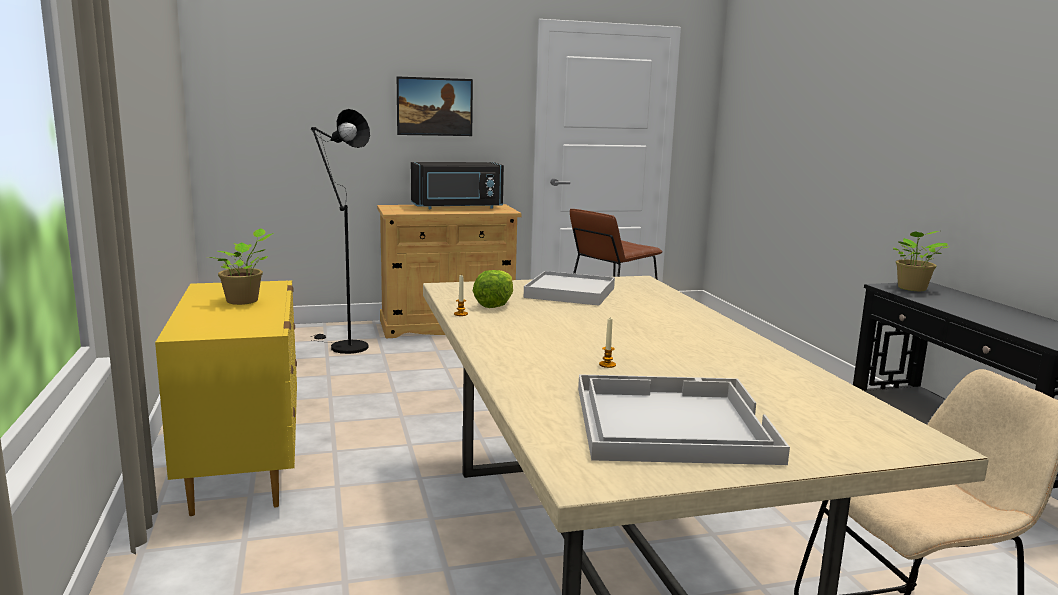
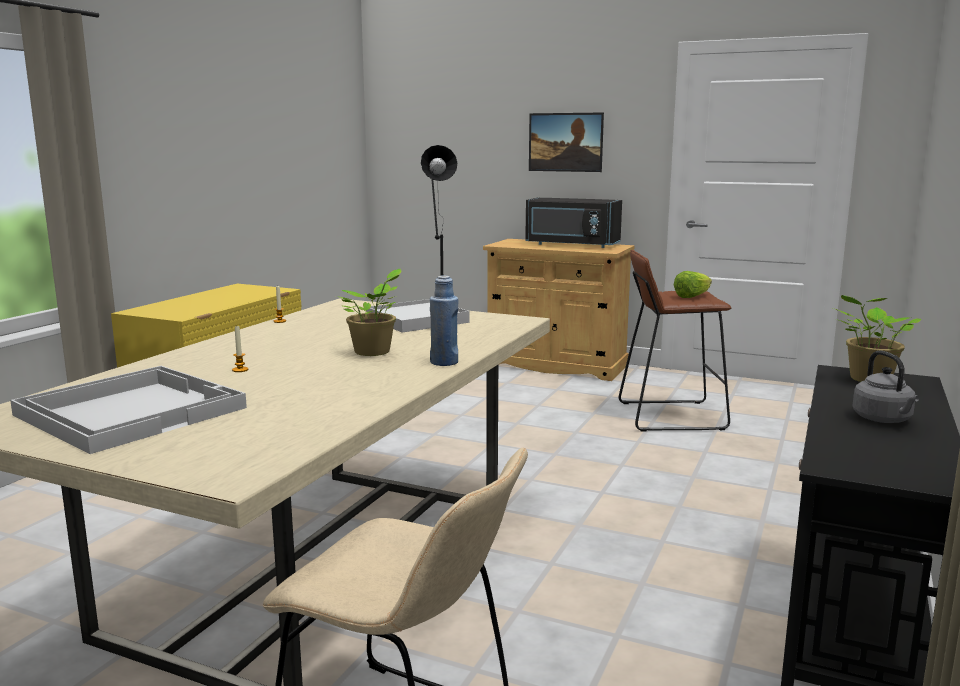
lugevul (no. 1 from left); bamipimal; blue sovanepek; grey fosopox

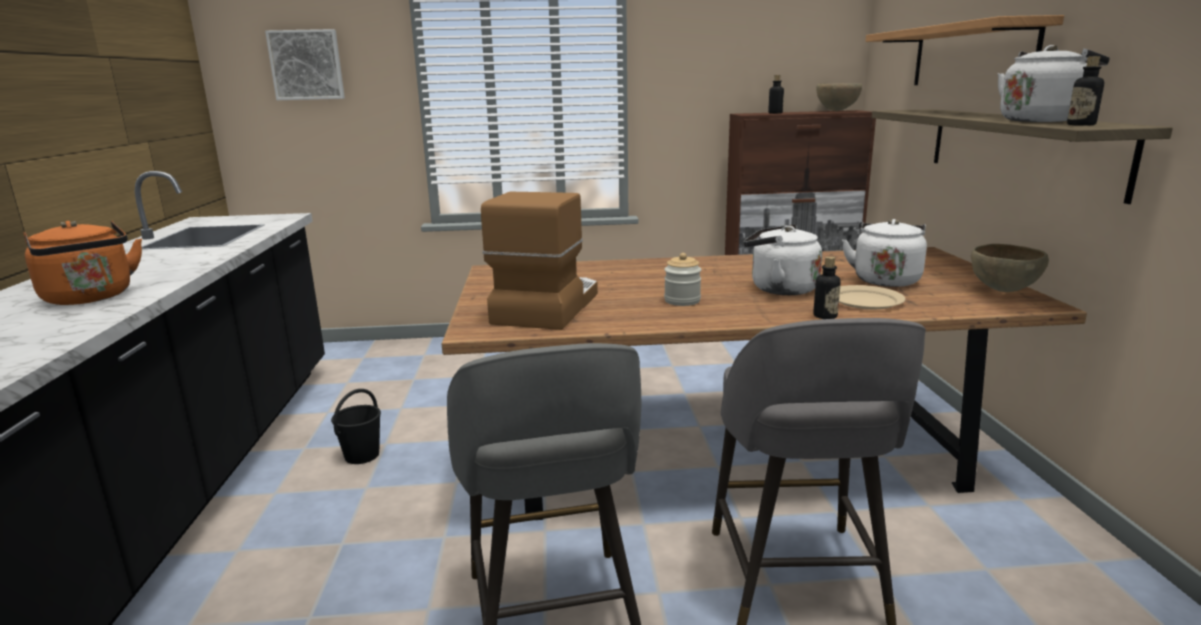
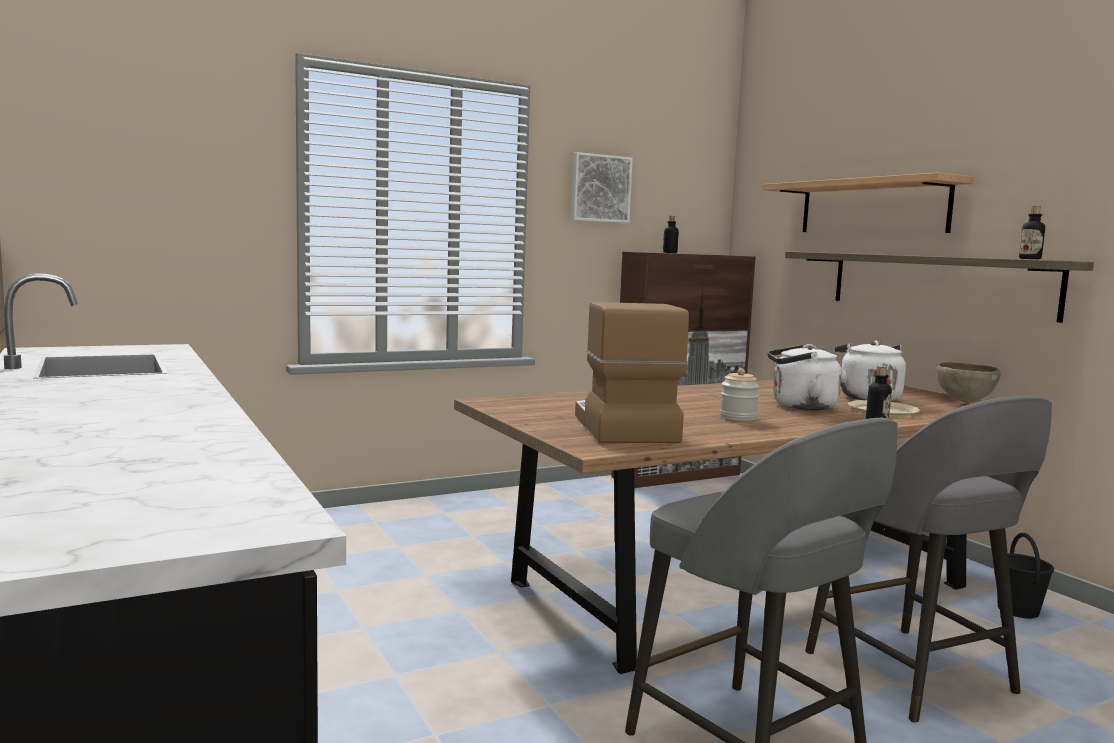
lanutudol; white fosopox (no. 3 from left in the first image); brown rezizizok (no. 1 from left in the first image); orange fosopox; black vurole

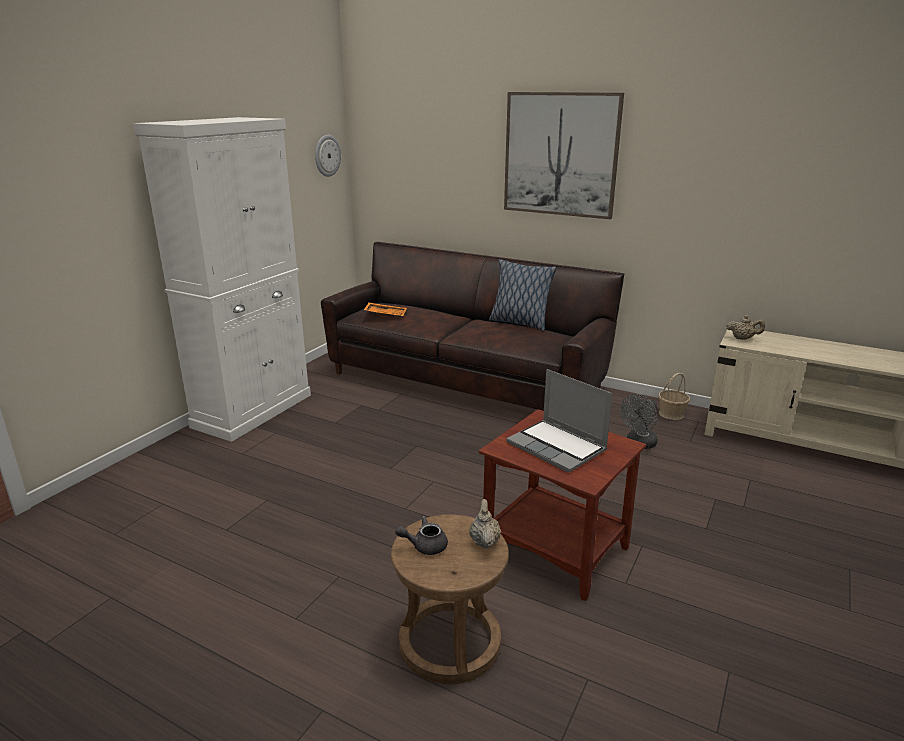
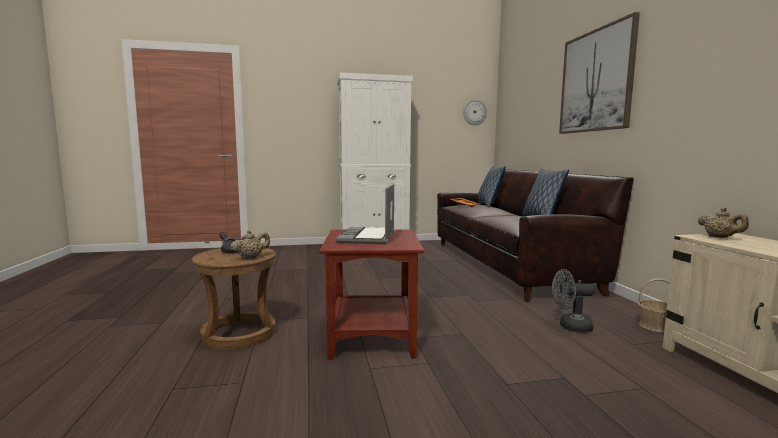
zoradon (no. 1 from left)

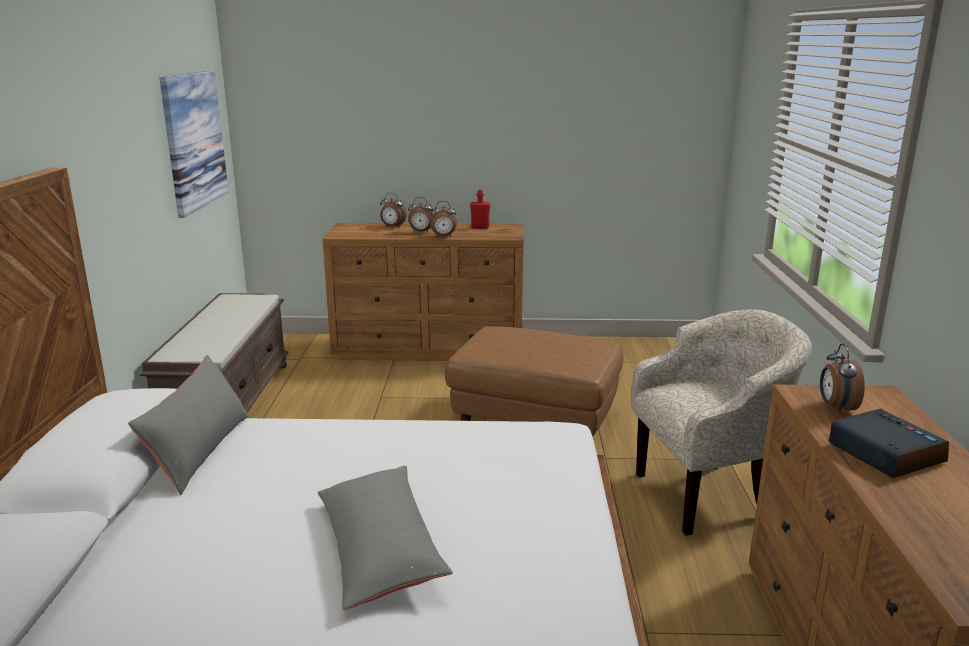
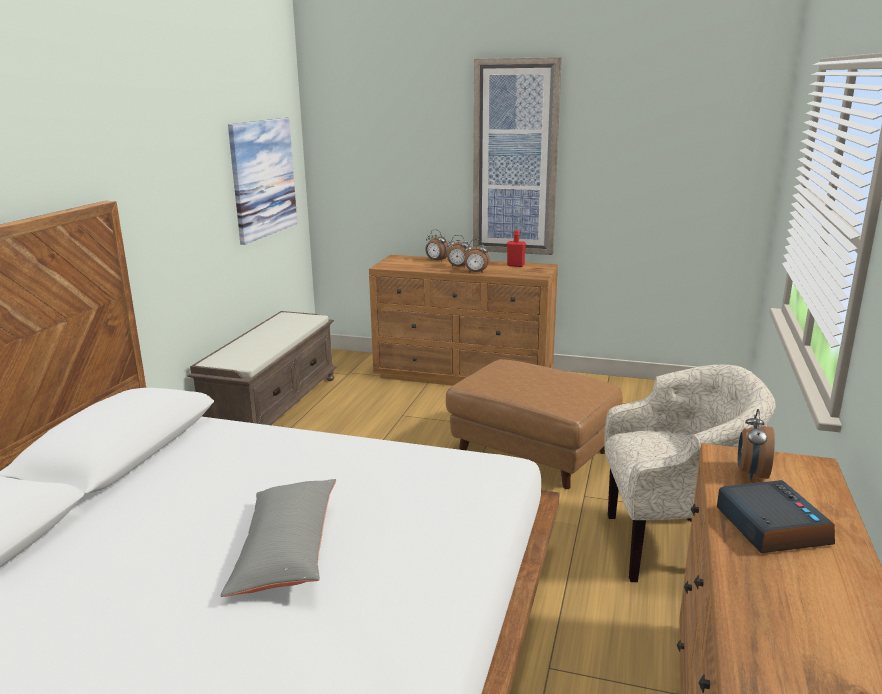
grey zoradon (no. 1 from left in the first image); lanutudol (no. 2 from left)

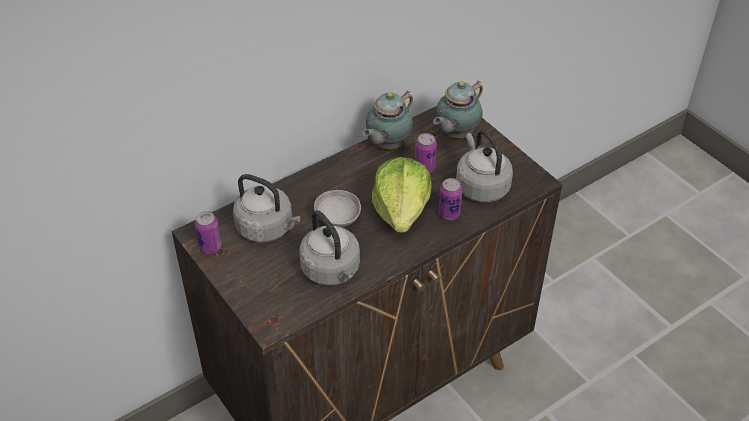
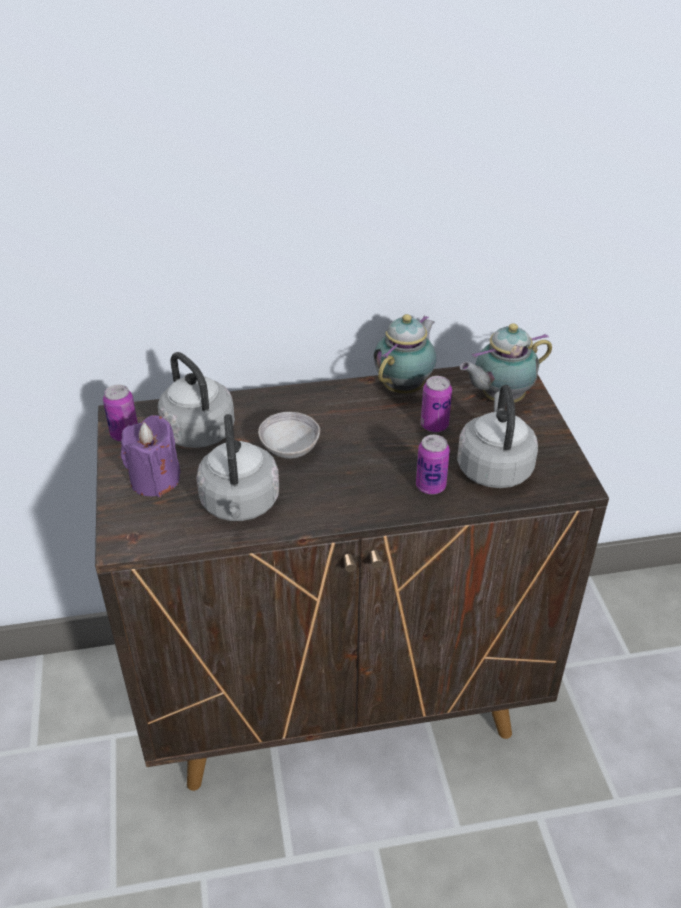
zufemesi (no. 1 from left); bamipimal; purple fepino

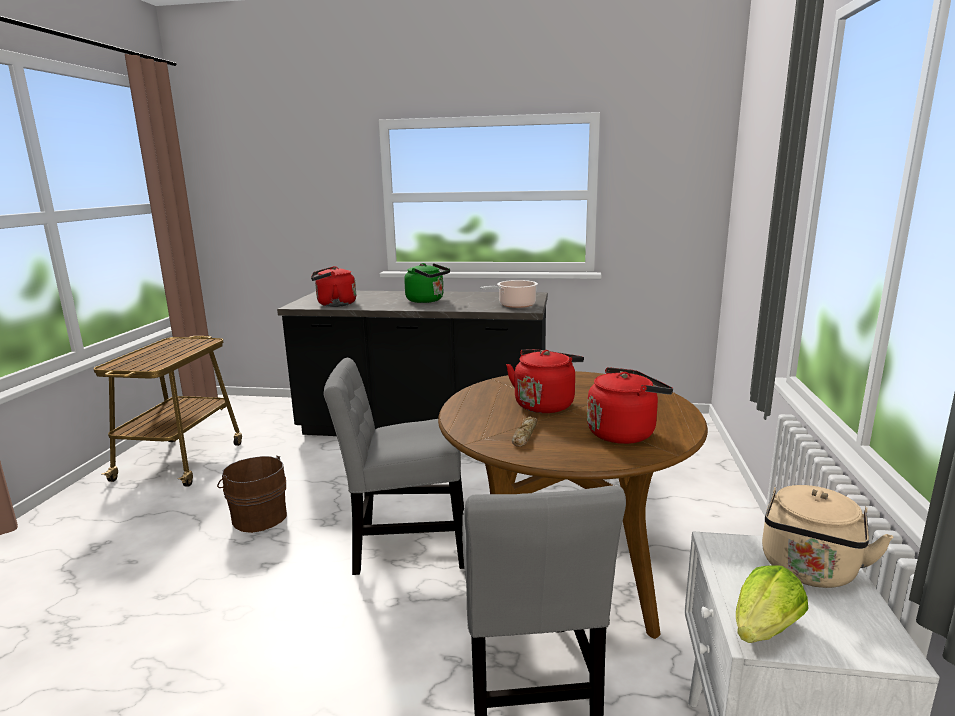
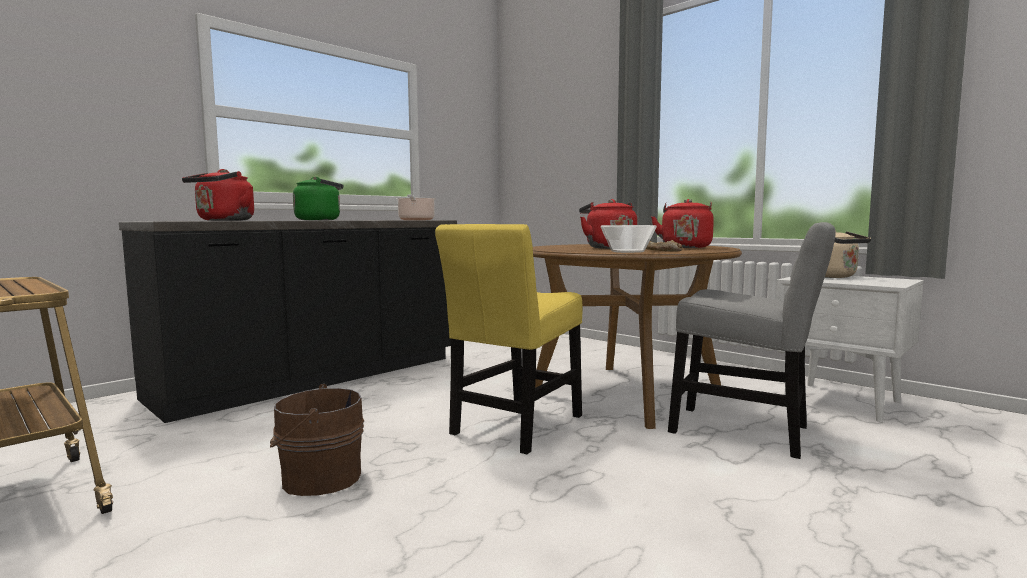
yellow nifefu; bamipimal; rezizizok

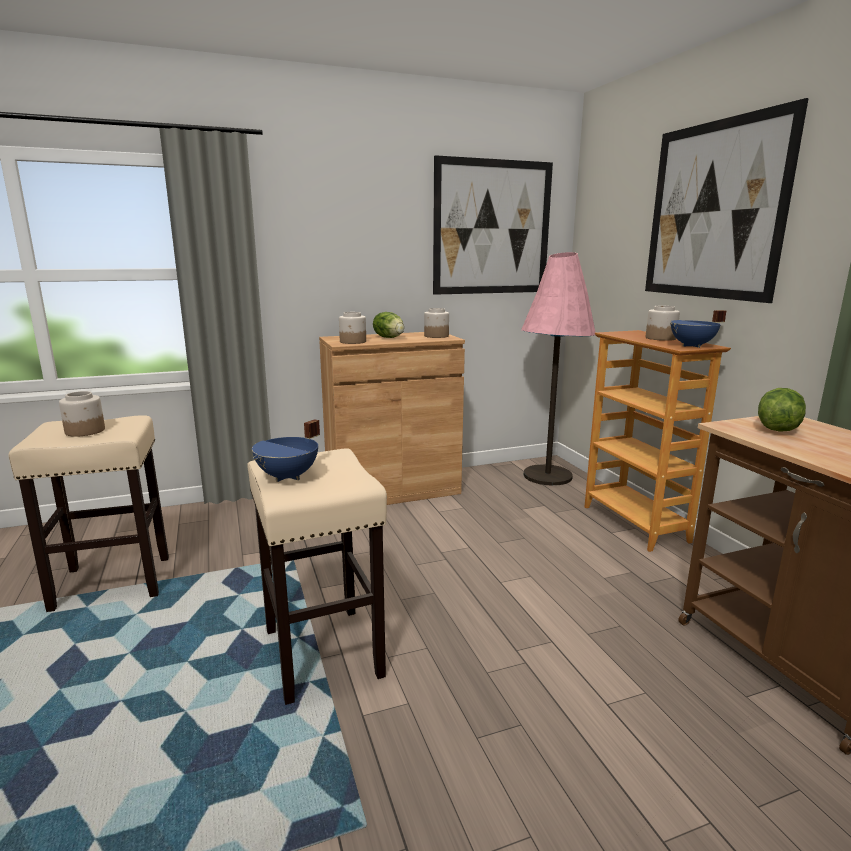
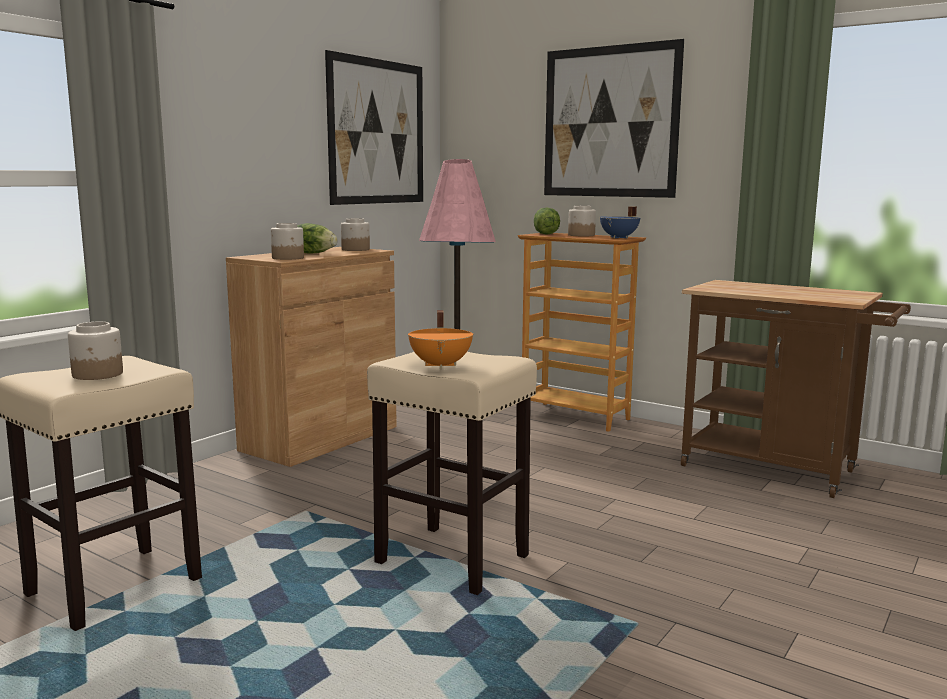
bamipimal (no. 2 from left); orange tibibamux

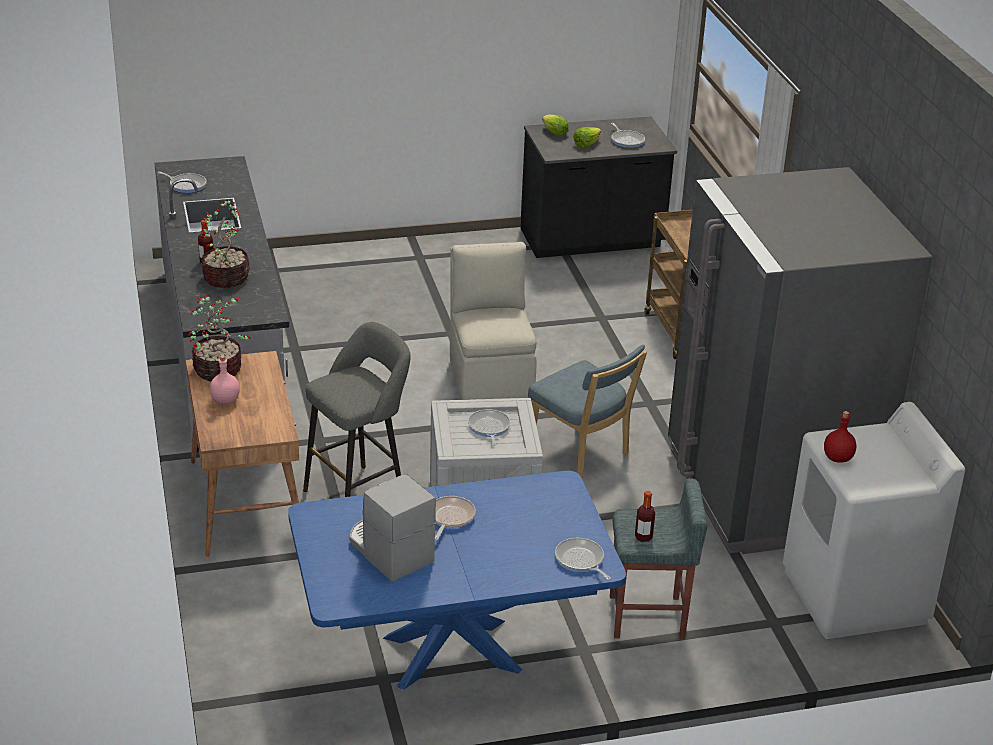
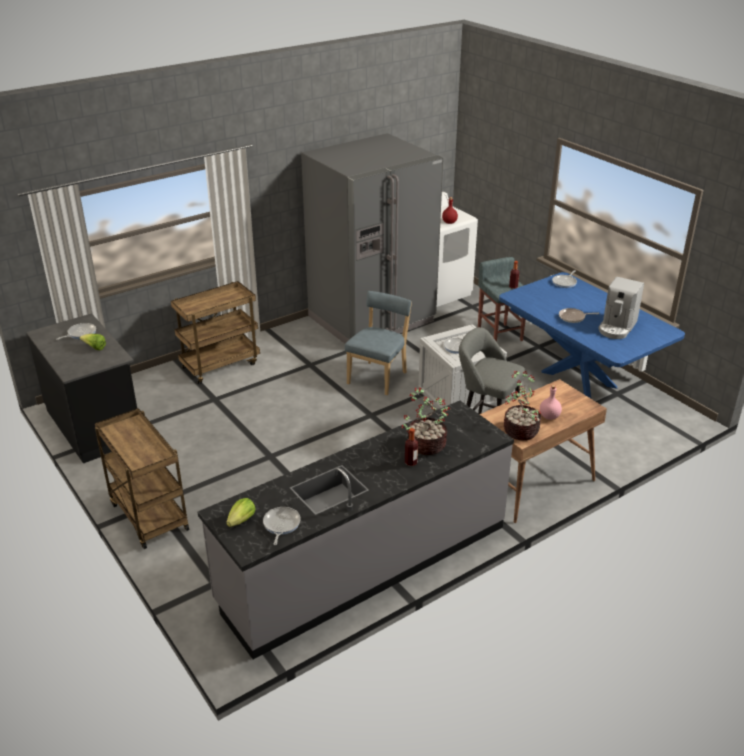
bamipimal (no. 2 from left); beige nifefu; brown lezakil (no. 1 from left)

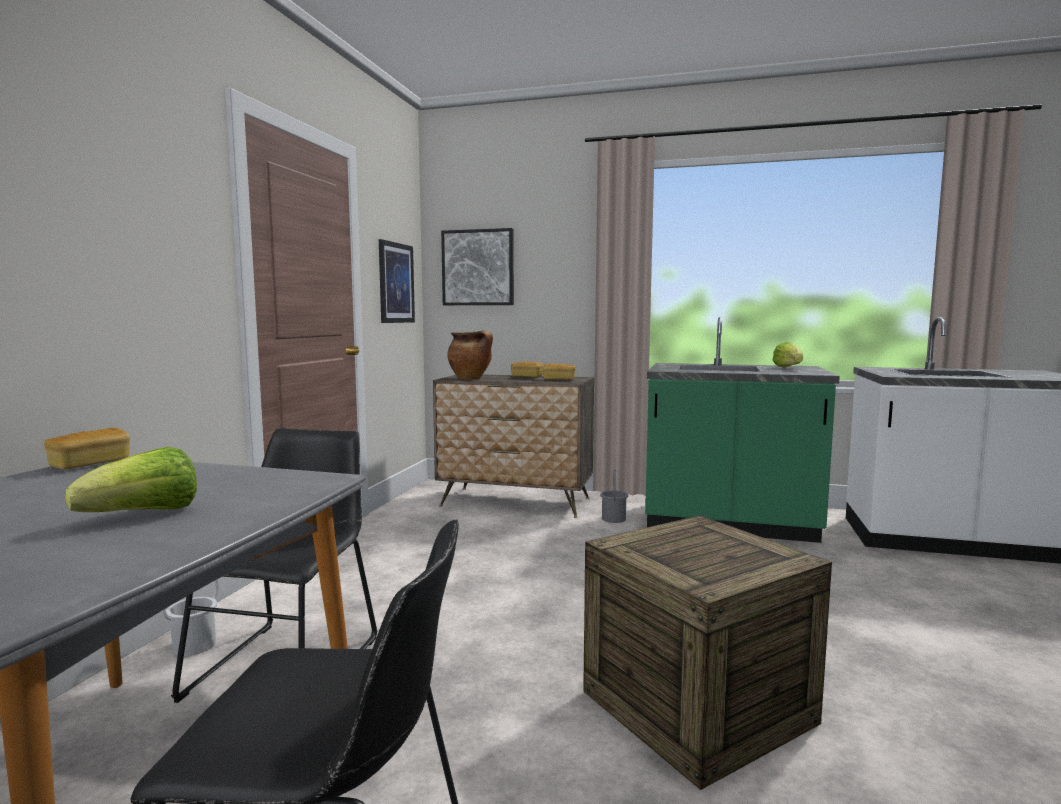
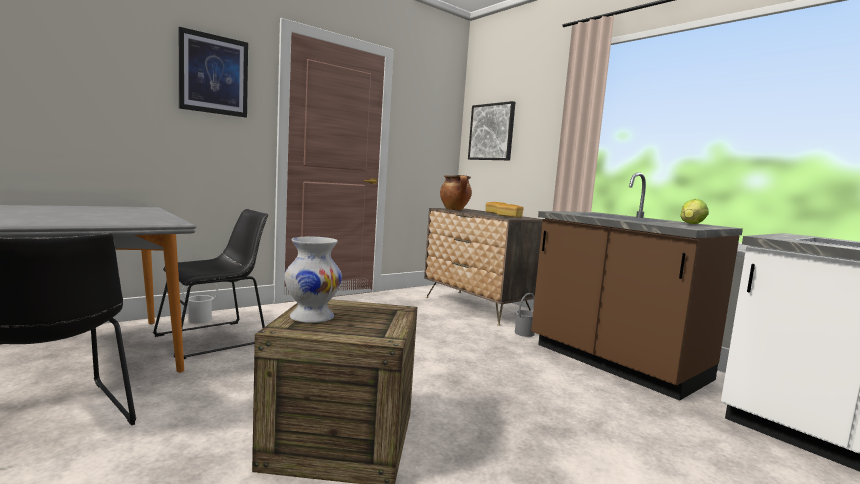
lanutudol (no. 1 from left); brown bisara; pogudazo (no. 1 from left in the first image); bamipimal (no. 1 from left in the first image); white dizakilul

